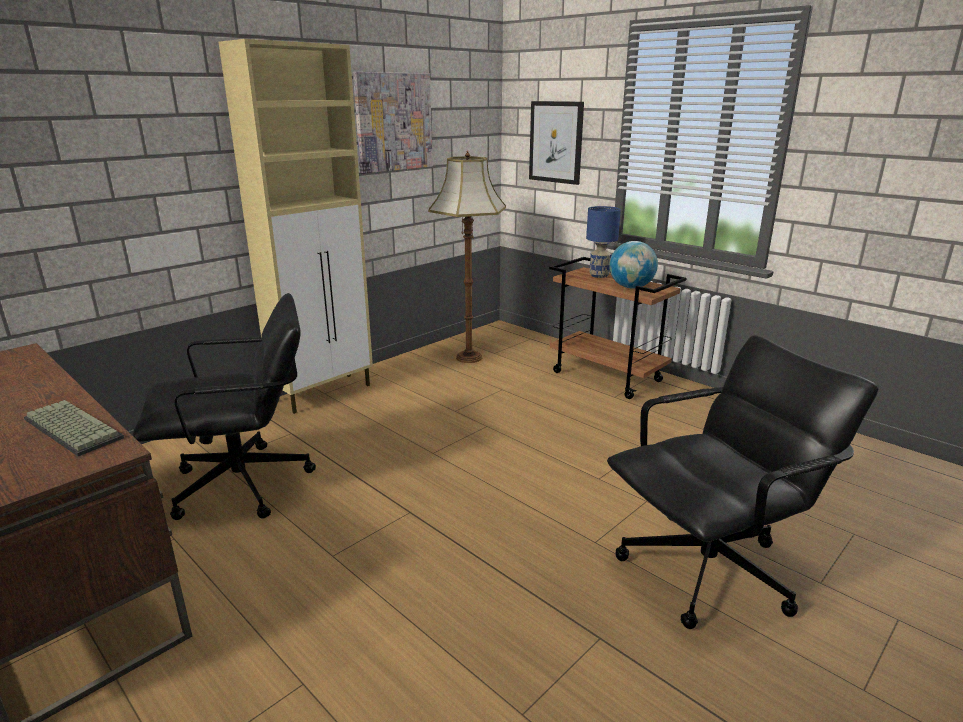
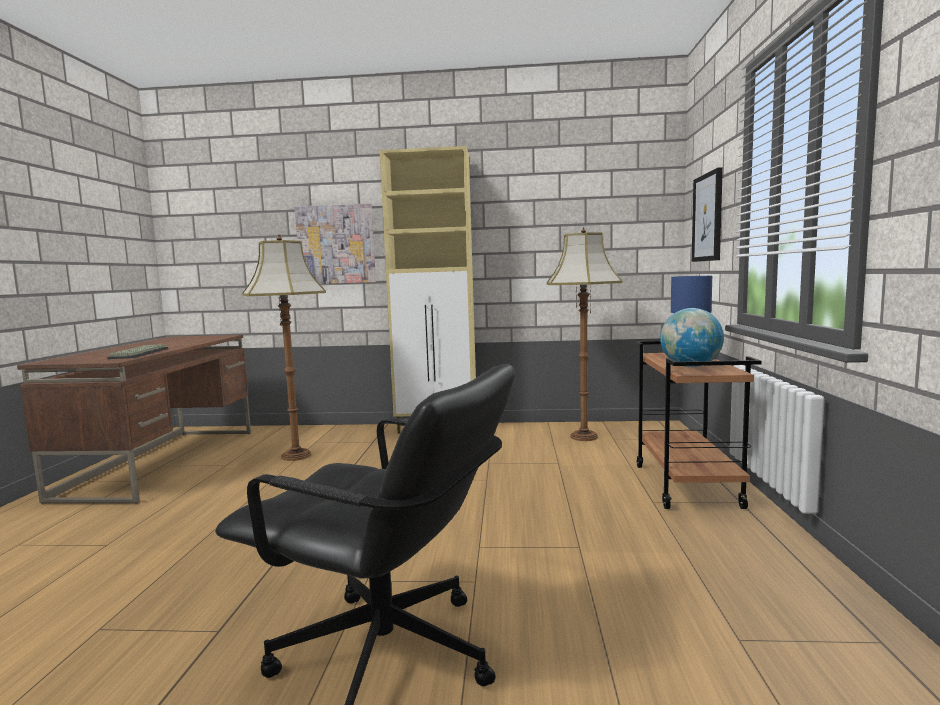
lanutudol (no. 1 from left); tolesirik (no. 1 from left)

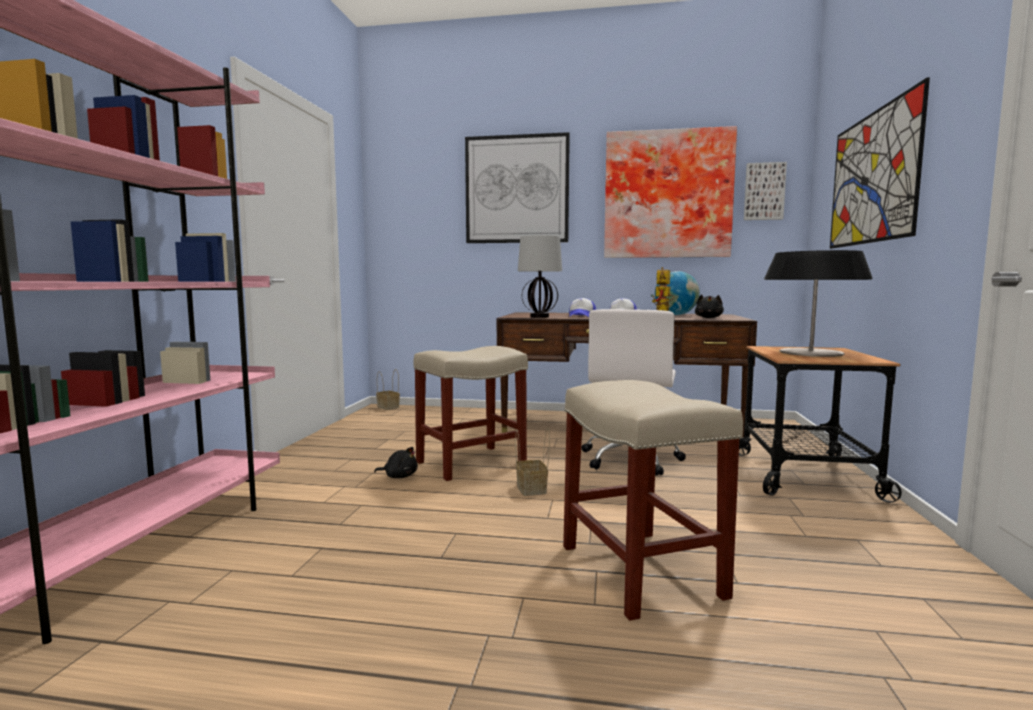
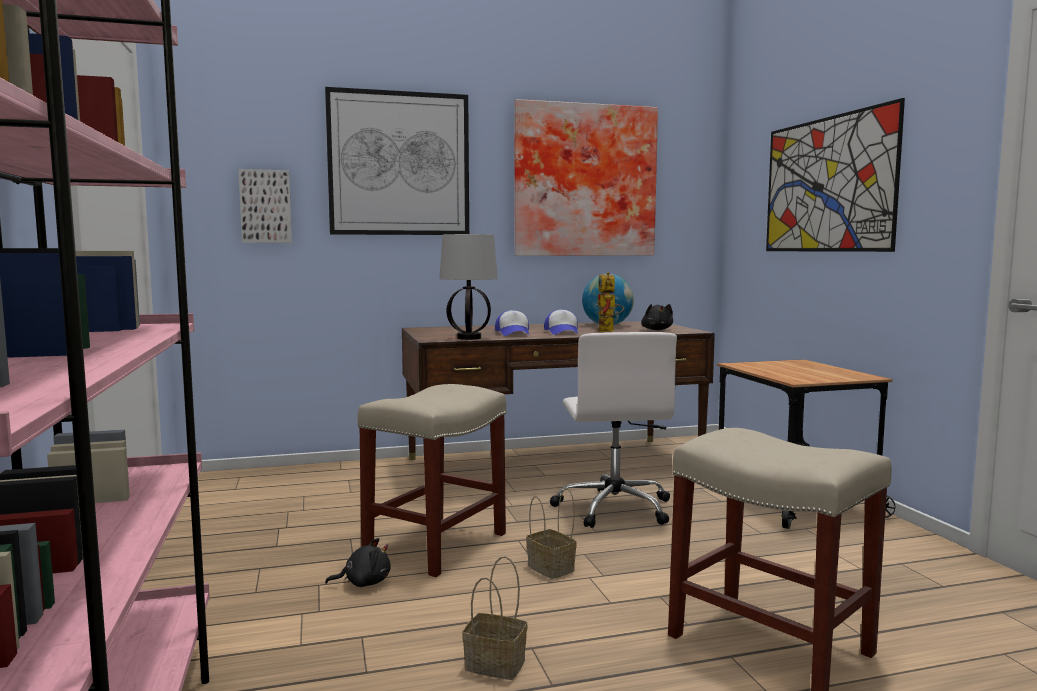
lanutudol (no. 1 from left); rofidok (no. 2 from left in the first image); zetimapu (no. 1 from left)

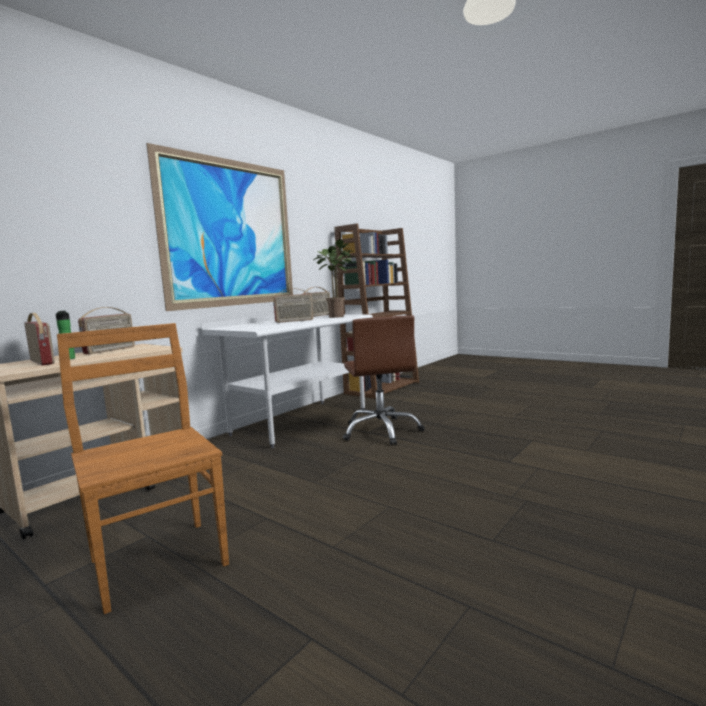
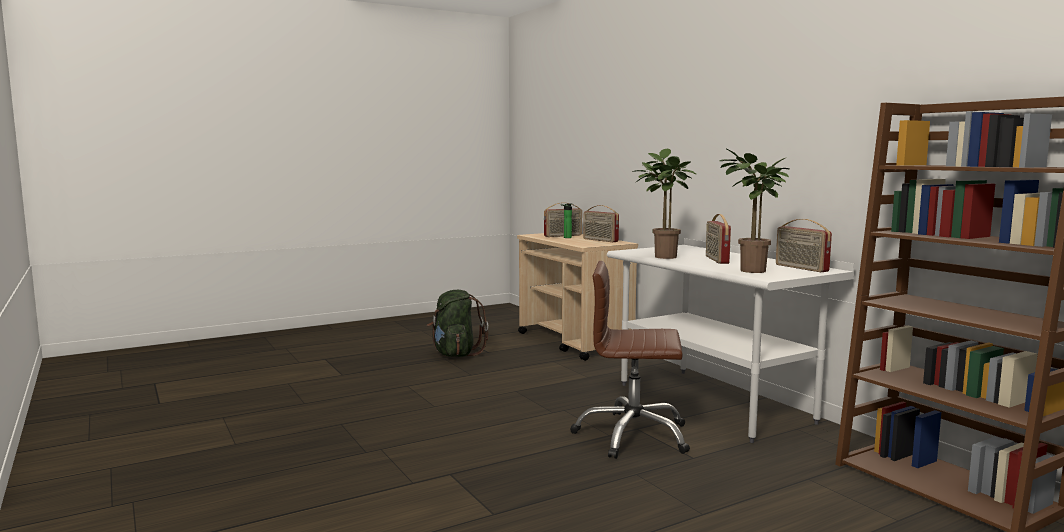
lanutudol; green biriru; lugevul (no. 1 from left)

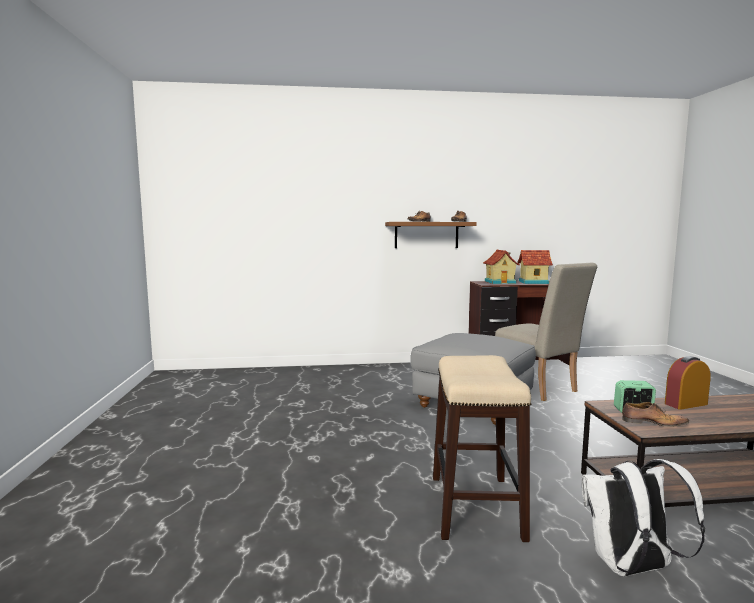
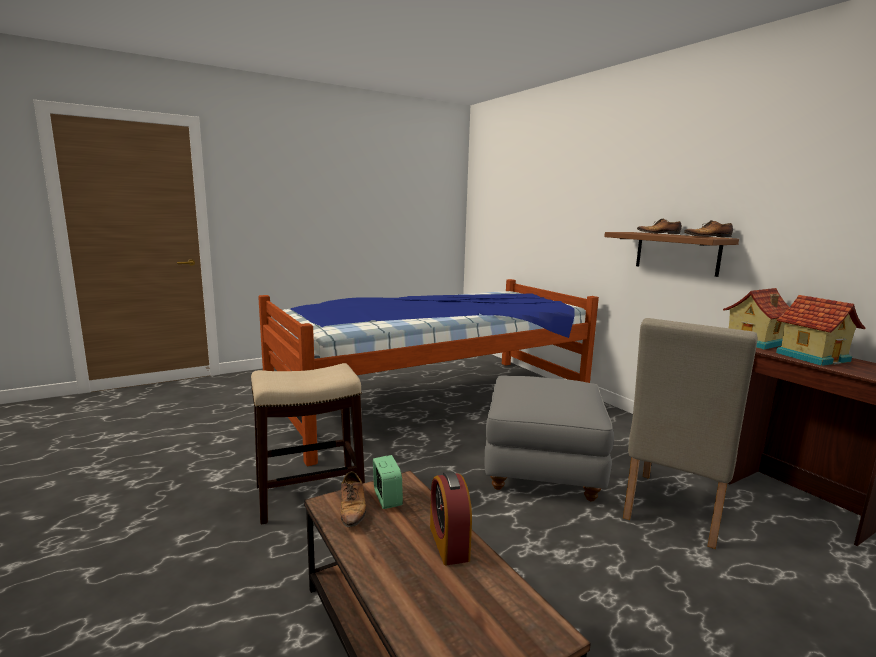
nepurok (no. 2 from left); white biriru; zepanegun

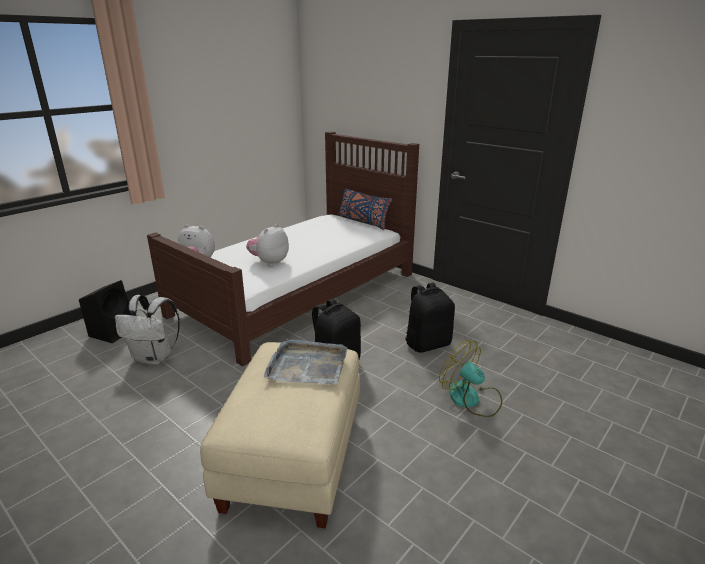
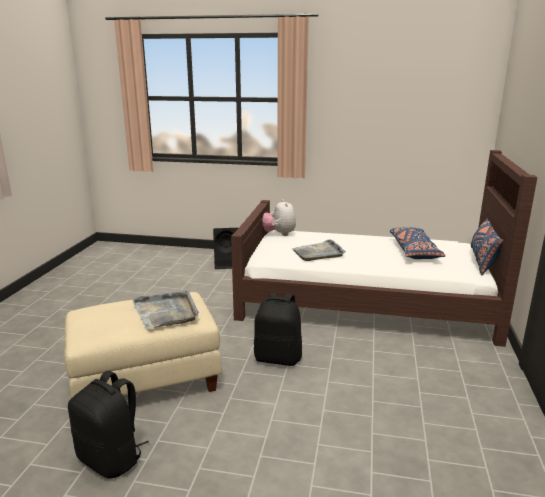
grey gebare (no. 2 from left); black biriru (no. 1 from left); white biriru; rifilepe; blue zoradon (no. 1 from left)

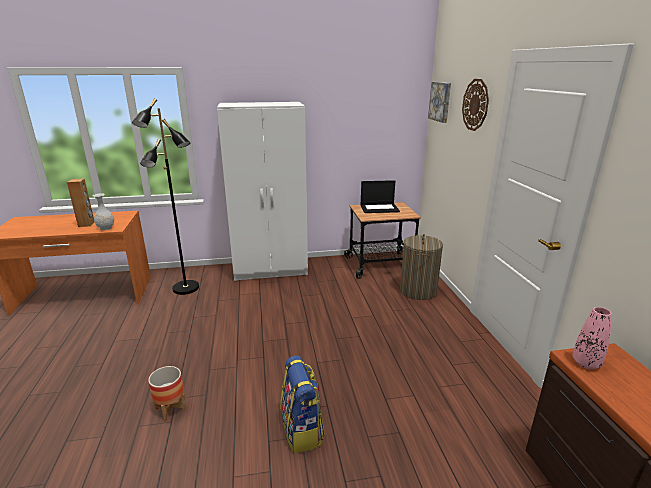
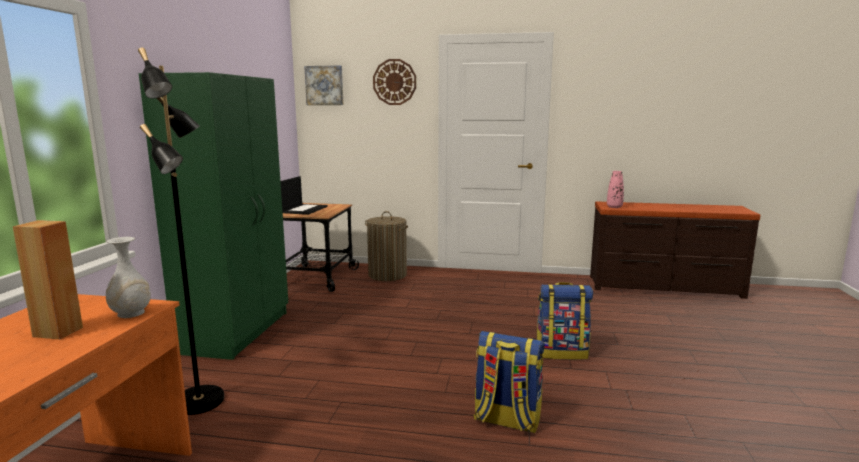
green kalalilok; biriru (no. 1 from left)

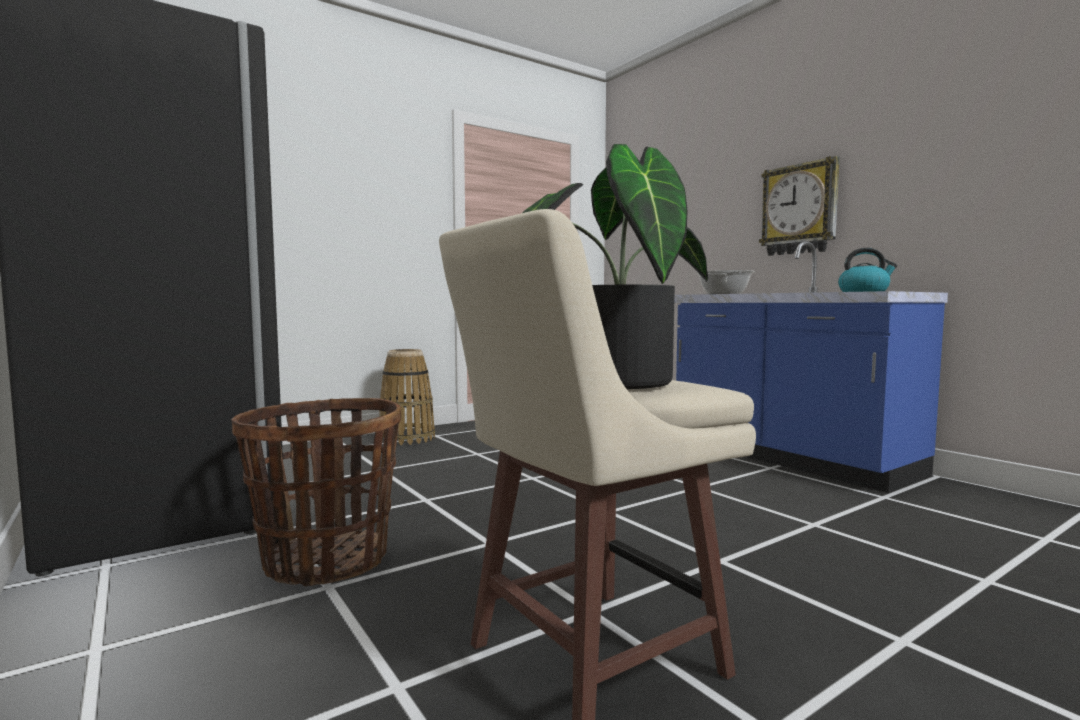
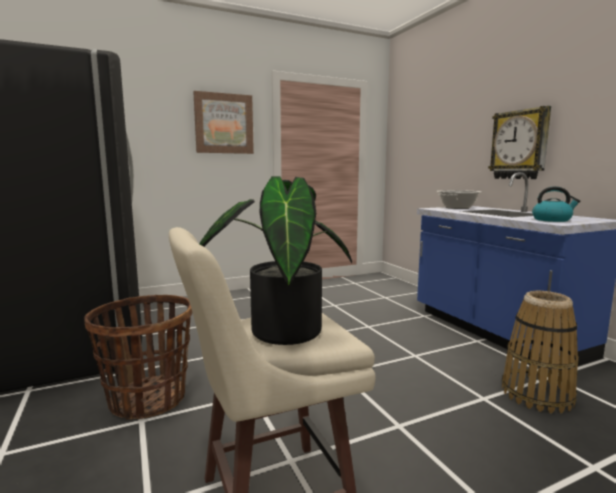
zetimapu (no. 2 from left); lanutudol

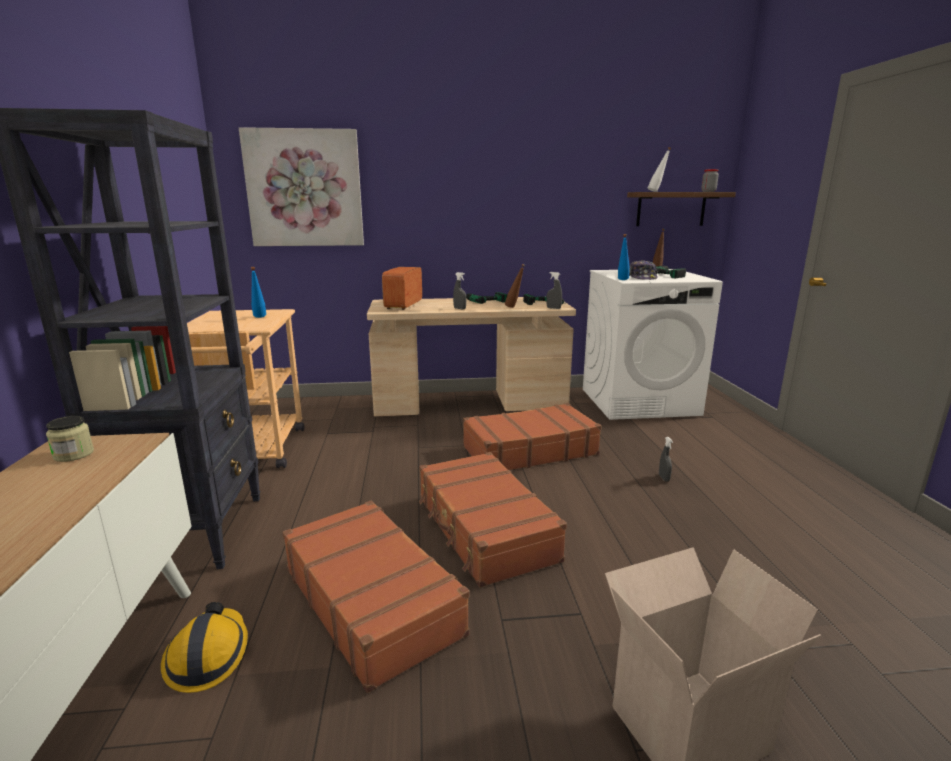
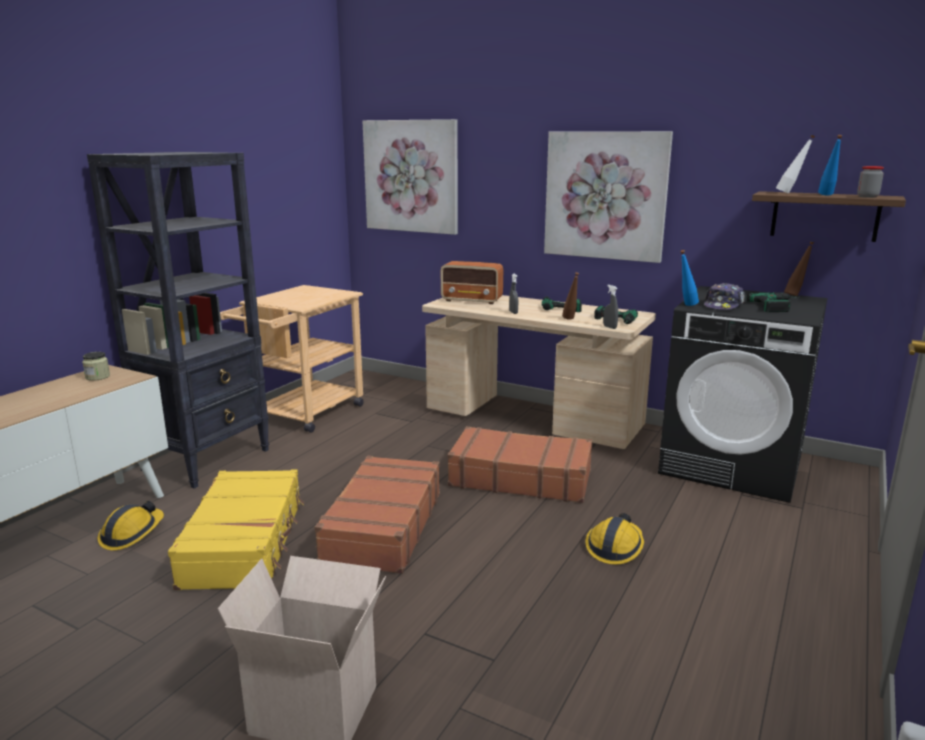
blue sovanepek (no. 2 from left); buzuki; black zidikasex; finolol (no. 2 from left); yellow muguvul; lanutudol (no. 2 from left)

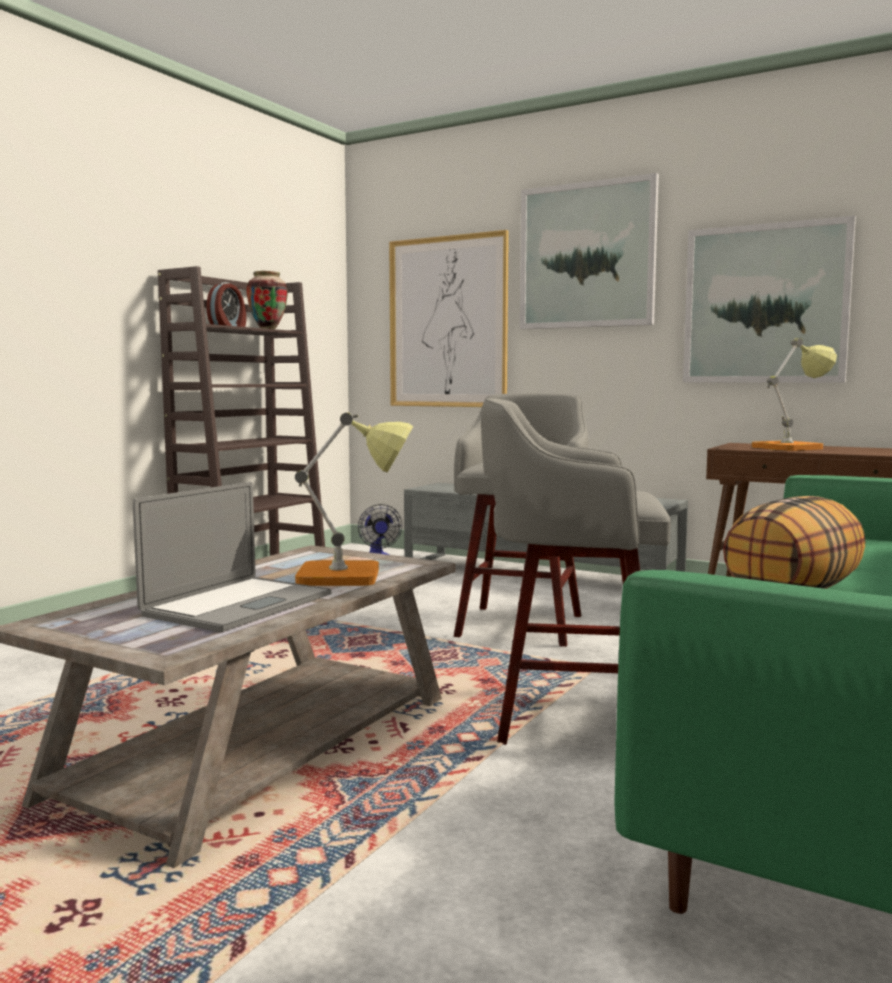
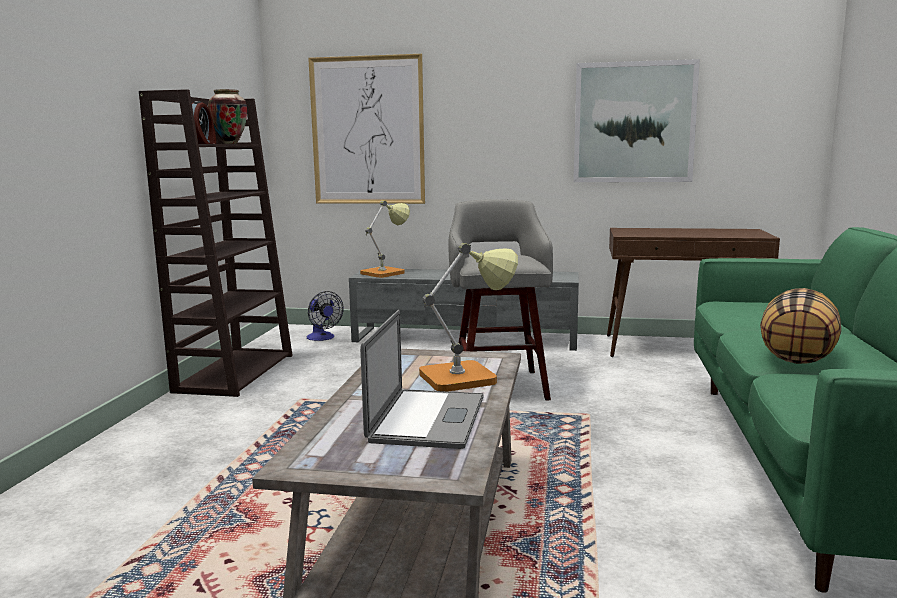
lanutudol (no. 2 from left in the first image); rofidok (no. 1 from left); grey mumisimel (no. 2 from left in the first image)

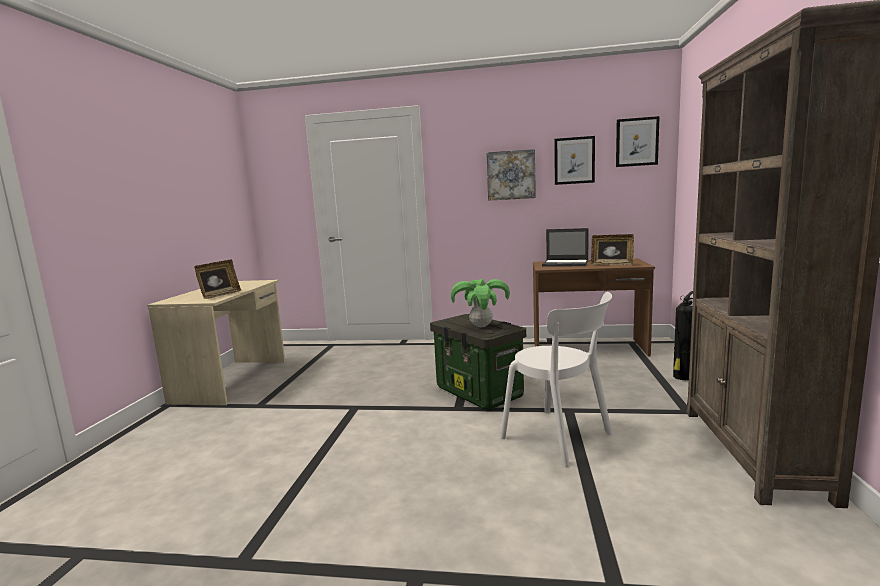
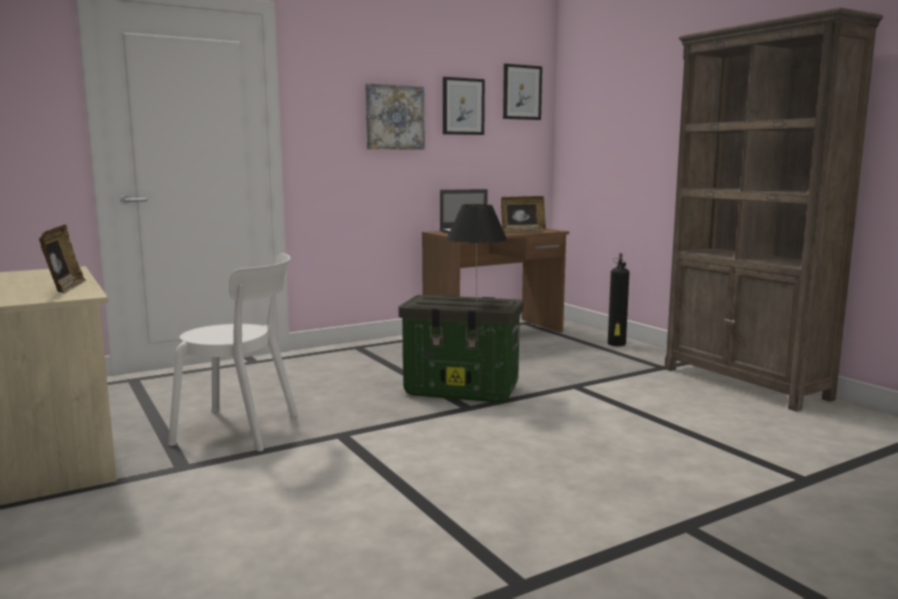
black rofidok; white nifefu

